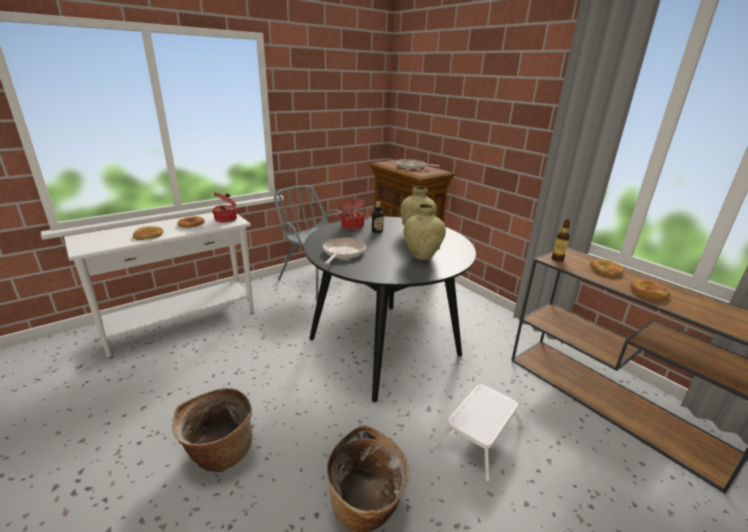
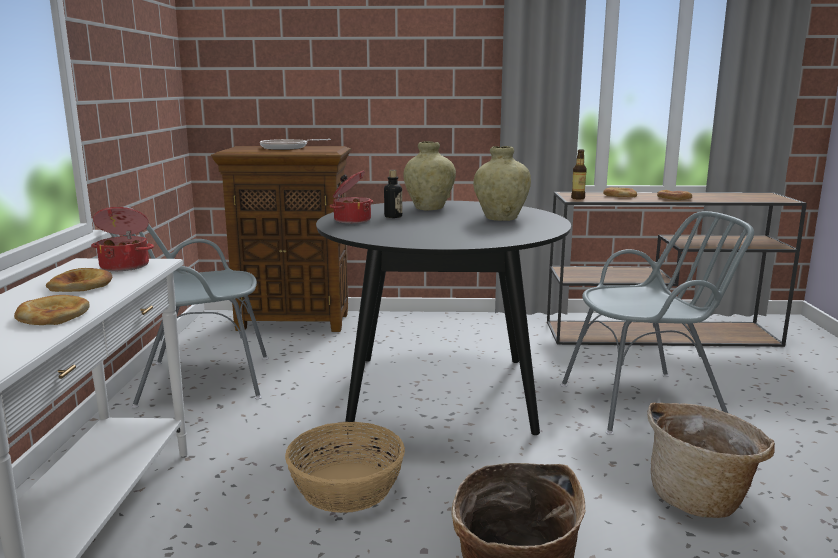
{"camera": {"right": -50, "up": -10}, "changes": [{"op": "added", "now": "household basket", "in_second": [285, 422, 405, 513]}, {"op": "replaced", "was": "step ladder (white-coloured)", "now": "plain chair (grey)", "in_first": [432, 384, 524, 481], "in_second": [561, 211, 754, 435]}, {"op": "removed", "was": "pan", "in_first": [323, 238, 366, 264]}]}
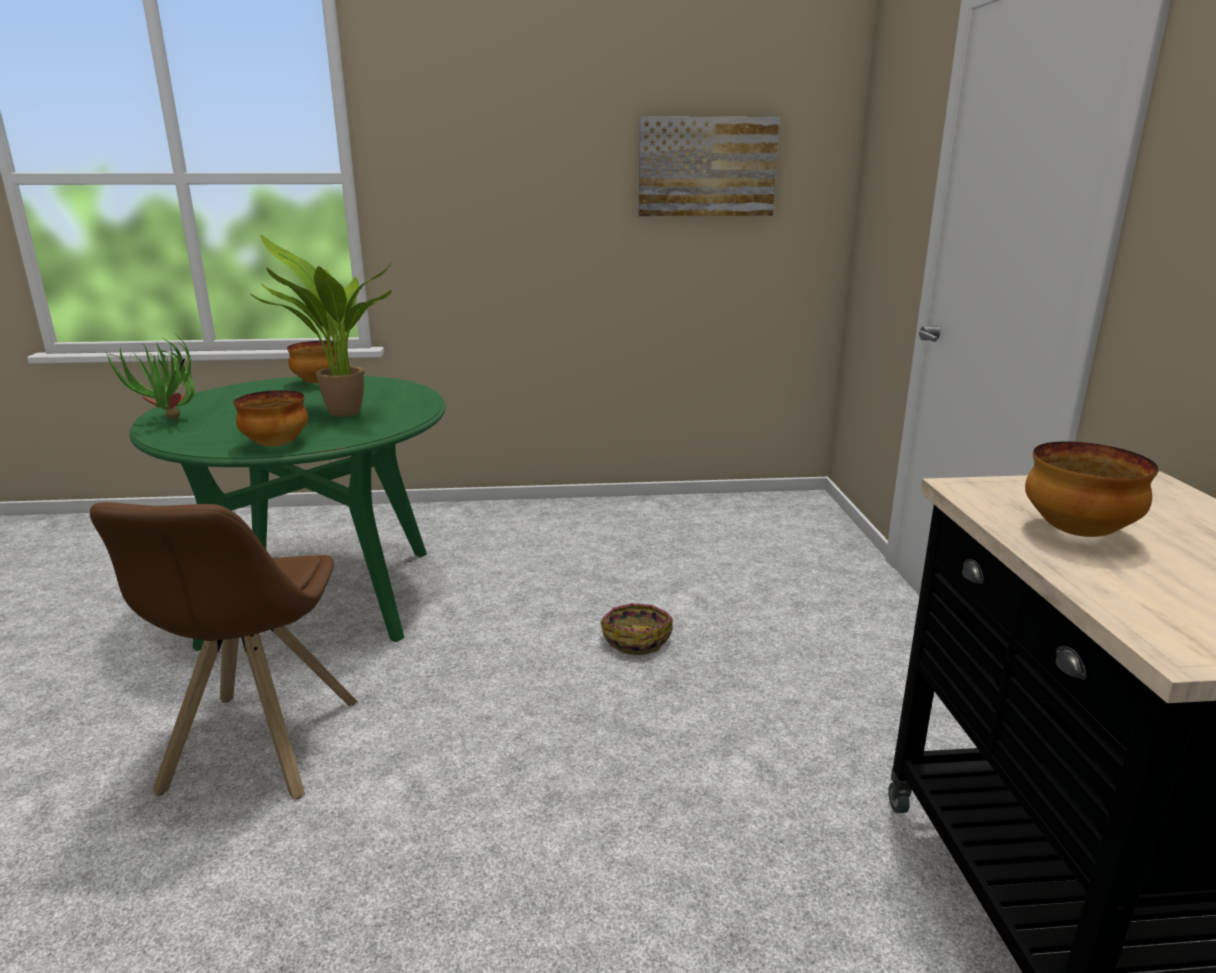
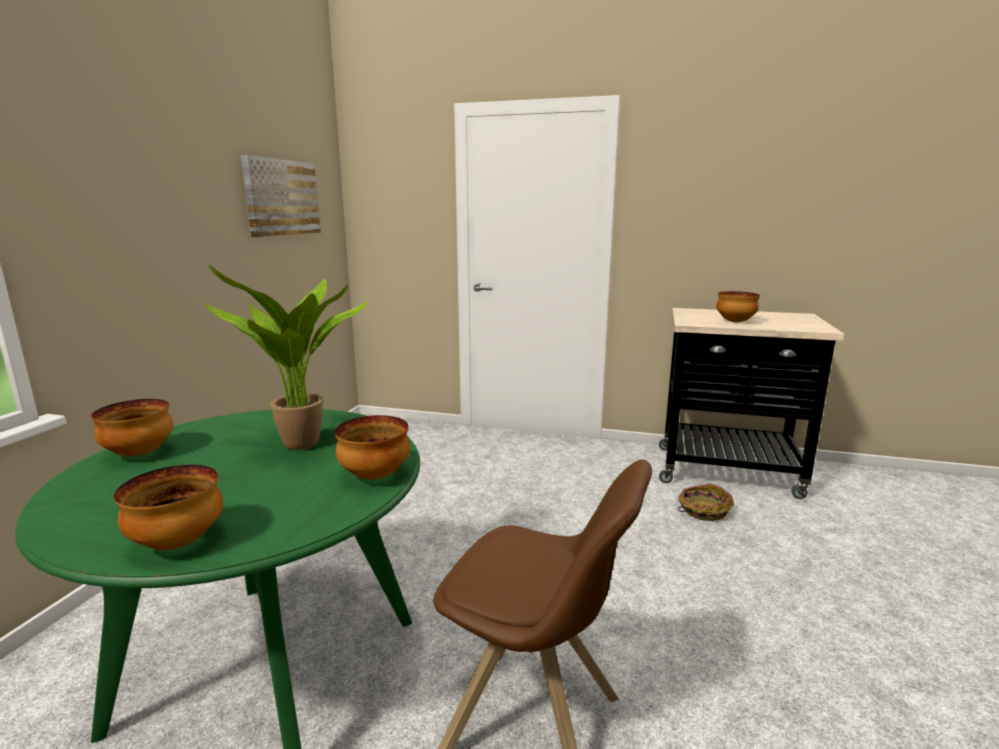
{"camera": {"right": -70, "up": -5}, "changes": [{"op": "replaced", "was": "houseplant", "now": "serving bowl", "in_first": [106, 339, 195, 419], "in_second": [114, 465, 223, 550]}, {"op": "moved", "was": "household basket", "in_first": [601, 603, 673, 655], "in_second": [678, 483, 734, 521]}]}
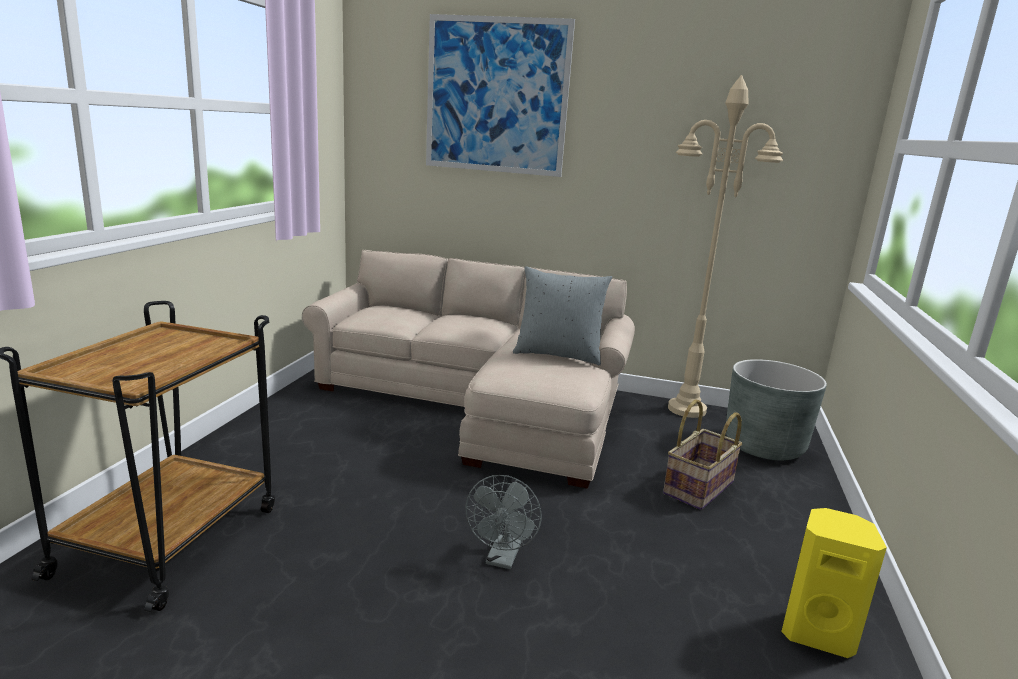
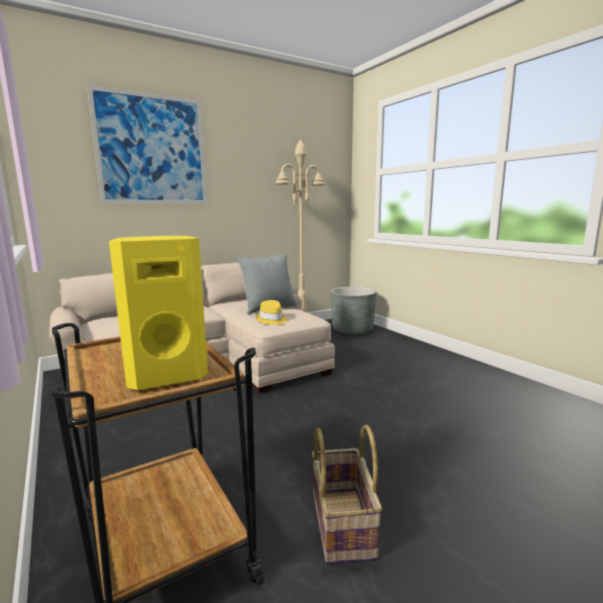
{"camera": {"right": -45, "up": -5}, "changes": [{"op": "moved", "was": "audio speaker (yellowish)", "in_first": [781, 508, 887, 658], "in_second": [109, 236, 208, 390]}, {"op": "added", "now": "clothing hat (yellowish)", "in_second": [256, 300, 287, 325]}, {"op": "moved", "was": "household basket", "in_first": [663, 399, 742, 510], "in_second": [312, 425, 383, 564]}, {"op": "removed", "was": "electric fan (grey)", "in_first": [466, 475, 542, 569]}]}
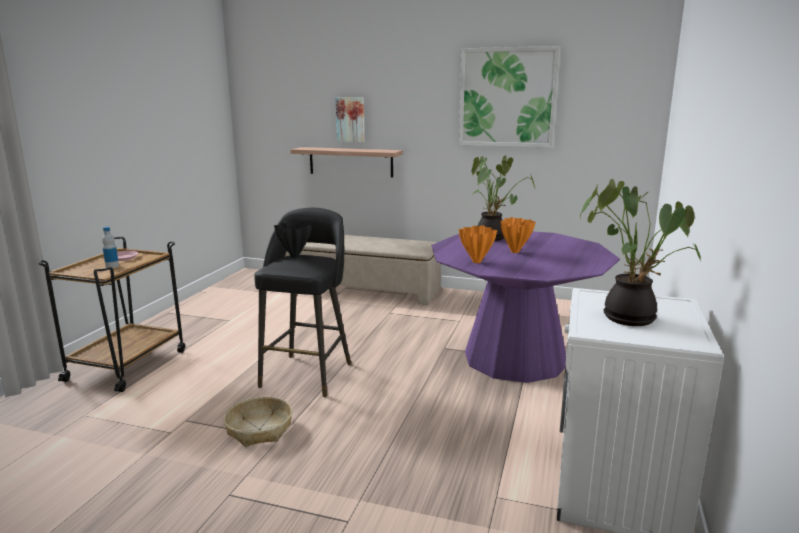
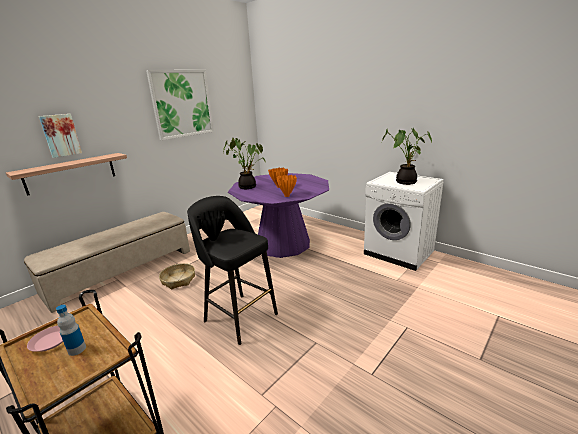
{"camera": {"right": -65, "up": 5}, "changes": [{"op": "moved", "was": "household basket", "in_first": [224, 397, 292, 447], "in_second": [159, 263, 195, 290]}]}
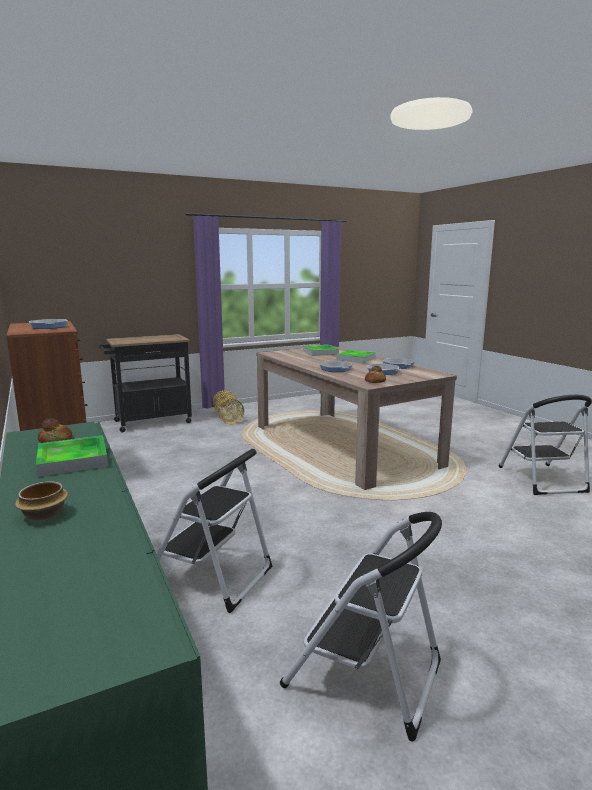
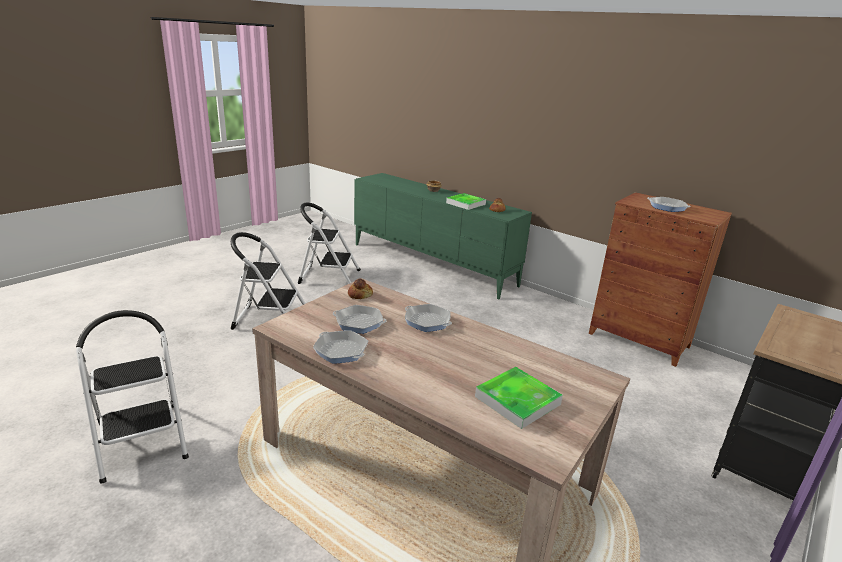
{"camera": {"right": 155, "up": 10}, "changes": [{"op": "moved", "was": "step ladder", "in_first": [157, 449, 272, 613], "in_second": [231, 232, 306, 330]}, {"op": "removed", "was": "household basket", "in_first": [213, 390, 244, 424]}, {"op": "removed", "was": "serving tray", "in_first": [336, 350, 376, 363]}]}
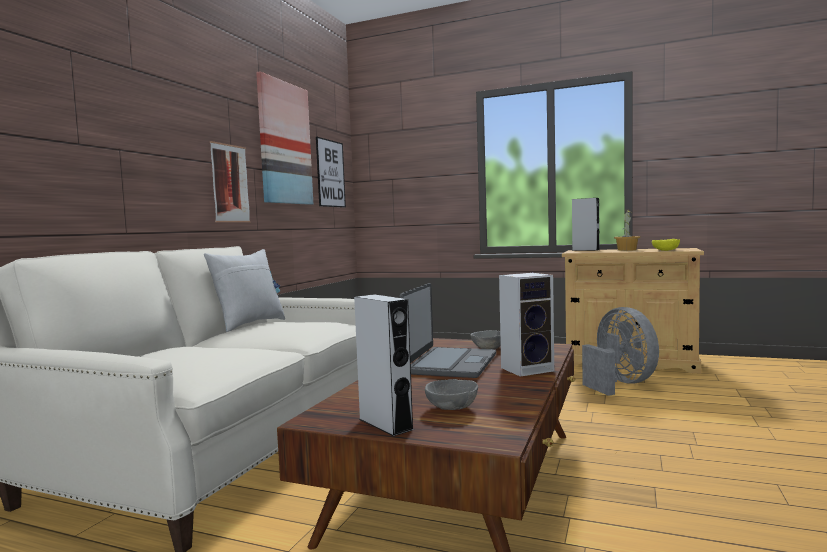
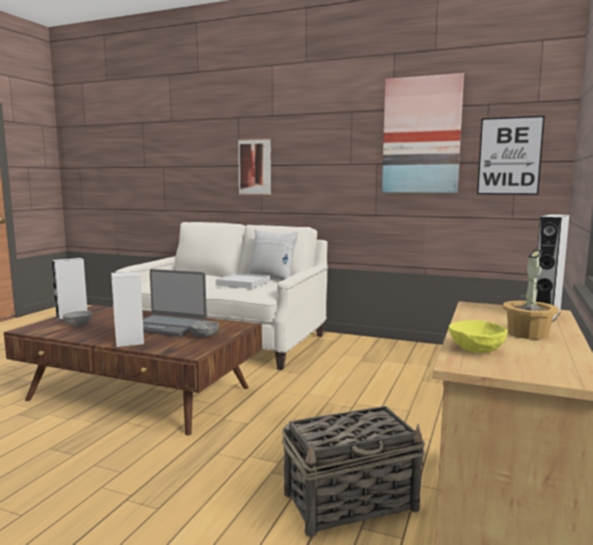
{"camera": {"right": 90, "up": 5}, "changes": [{"op": "added", "now": "serving tray (white-coloured)", "in_second": [216, 273, 270, 289]}, {"op": "moved", "was": "wall picture", "in_first": [210, 141, 250, 222], "in_second": [238, 138, 271, 195]}, {"op": "replaced", "was": "electric fan (grey)", "now": "household basket", "in_first": [582, 307, 659, 396], "in_second": [282, 406, 425, 537]}]}
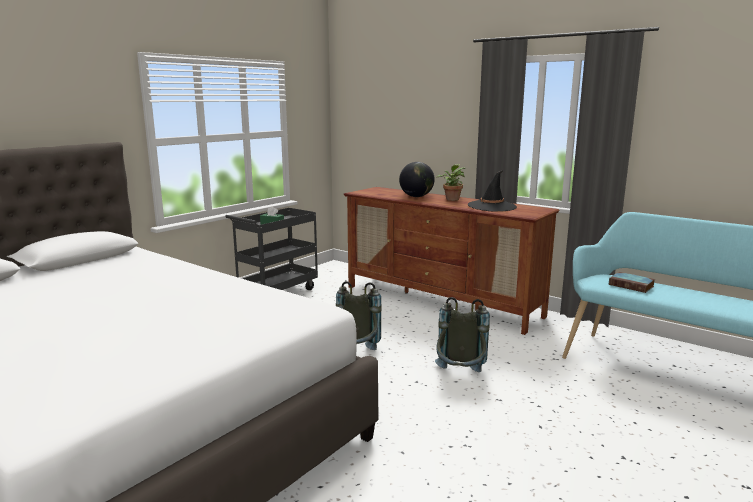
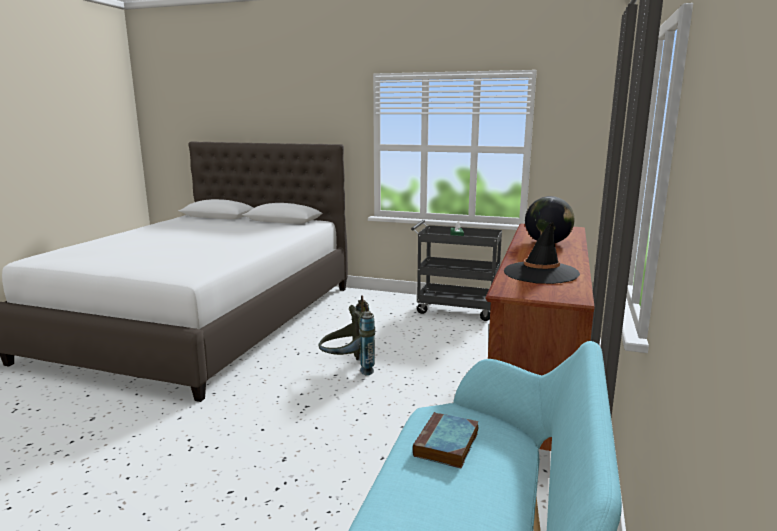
{"camera": {"right": 70, "up": 0}, "changes": [{"op": "removed", "was": "backpack (grey)", "in_first": [435, 297, 490, 372]}, {"op": "removed", "was": "houseplant", "in_first": [436, 164, 465, 201]}]}
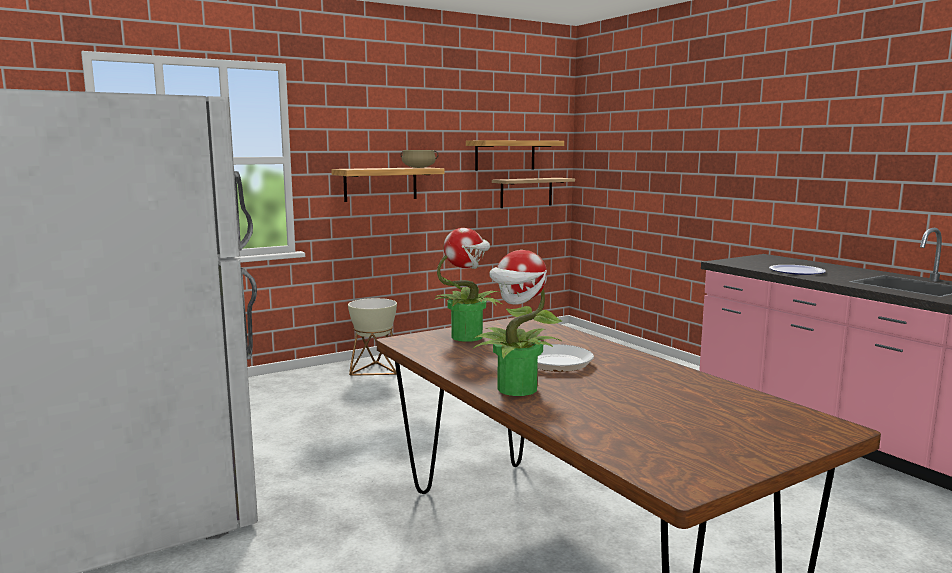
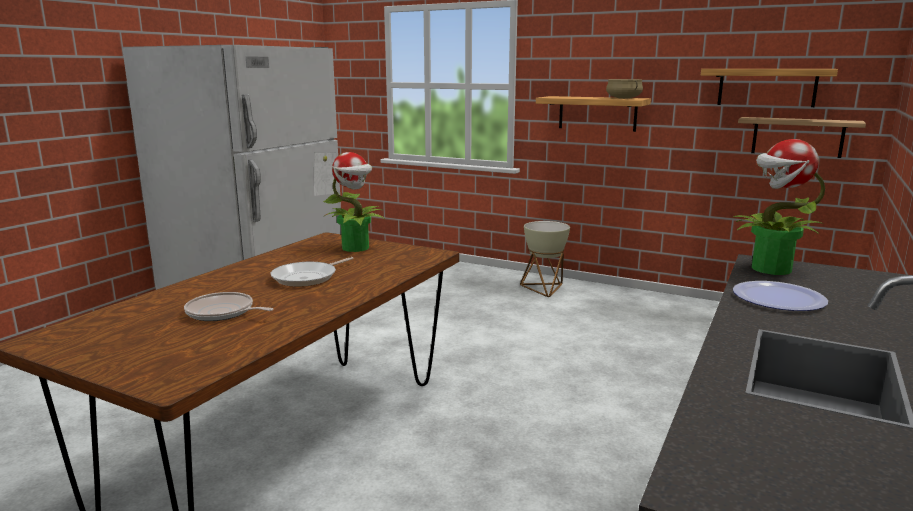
{"camera": {"right": 60, "up": 5}, "changes": [{"op": "added", "now": "pan", "in_second": [184, 292, 274, 321]}, {"op": "moved", "was": "houseplant", "in_first": [473, 250, 562, 396], "in_second": [733, 139, 825, 275]}]}
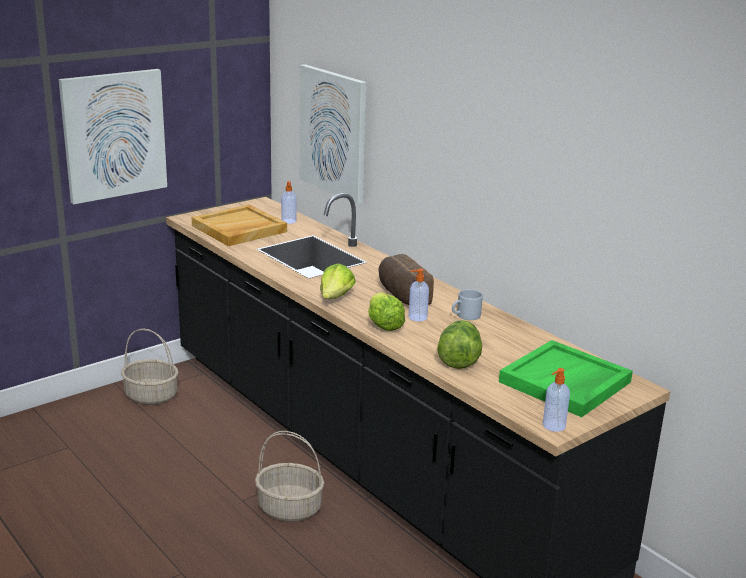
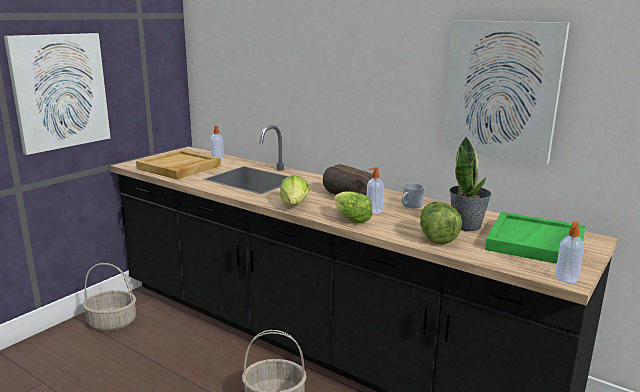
{"camera": {"right": -15, "up": -5}, "changes": [{"op": "moved", "was": "wall picture", "in_first": [300, 64, 367, 205], "in_second": [442, 20, 570, 164]}, {"op": "added", "now": "houseplant", "in_second": [449, 136, 491, 231]}]}
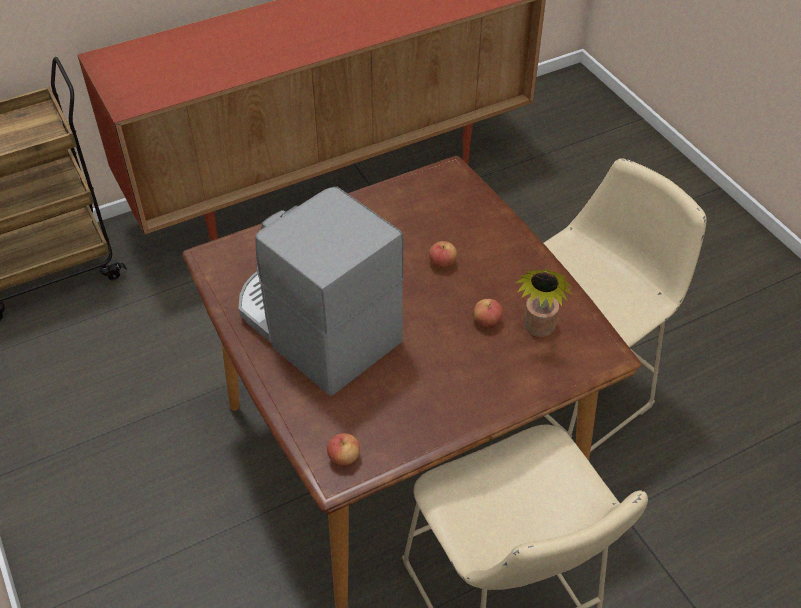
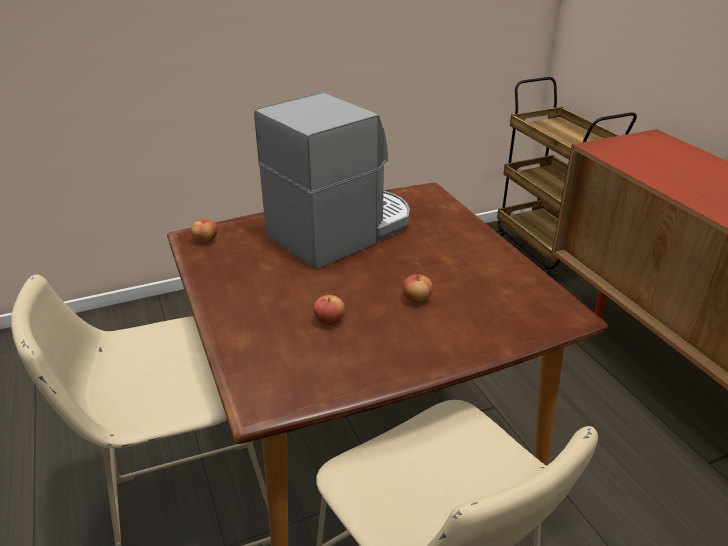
{"camera": {"right": 95, "up": -15}, "changes": [{"op": "removed", "was": "houseplant", "in_first": [516, 269, 572, 337]}]}
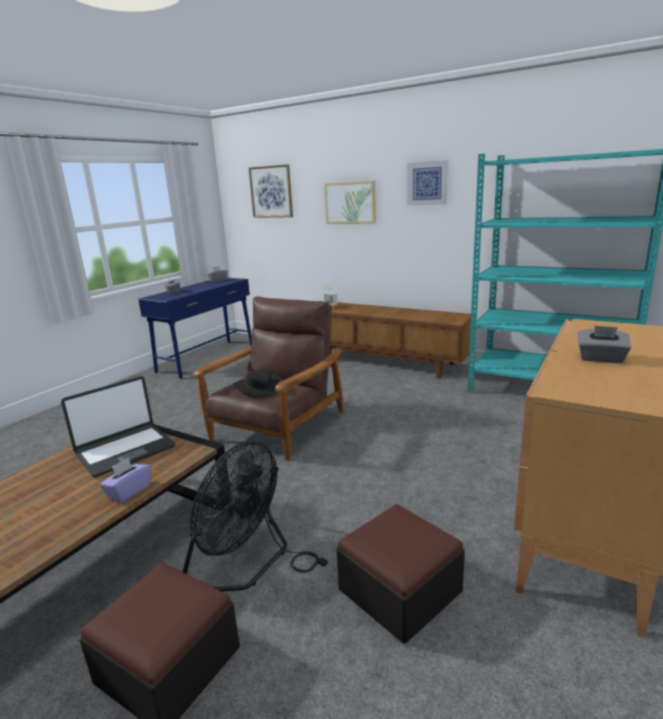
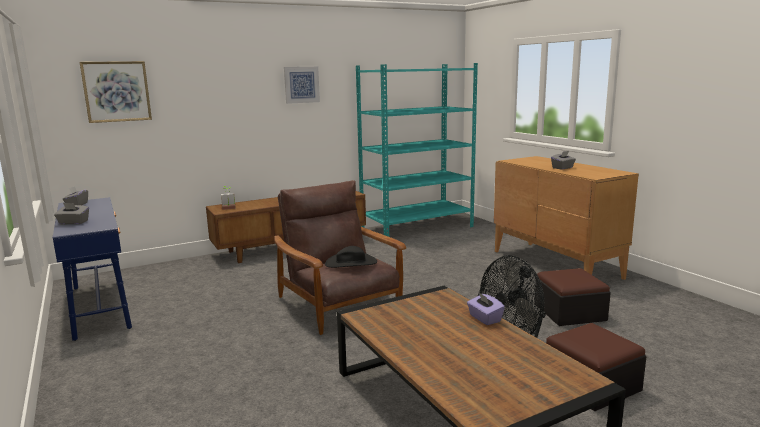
{"camera": {"right": -60, "up": -5}, "changes": [{"op": "removed", "was": "notebook computer", "in_first": [61, 376, 175, 477]}, {"op": "removed", "was": "wall picture", "in_first": [324, 180, 376, 224]}]}
